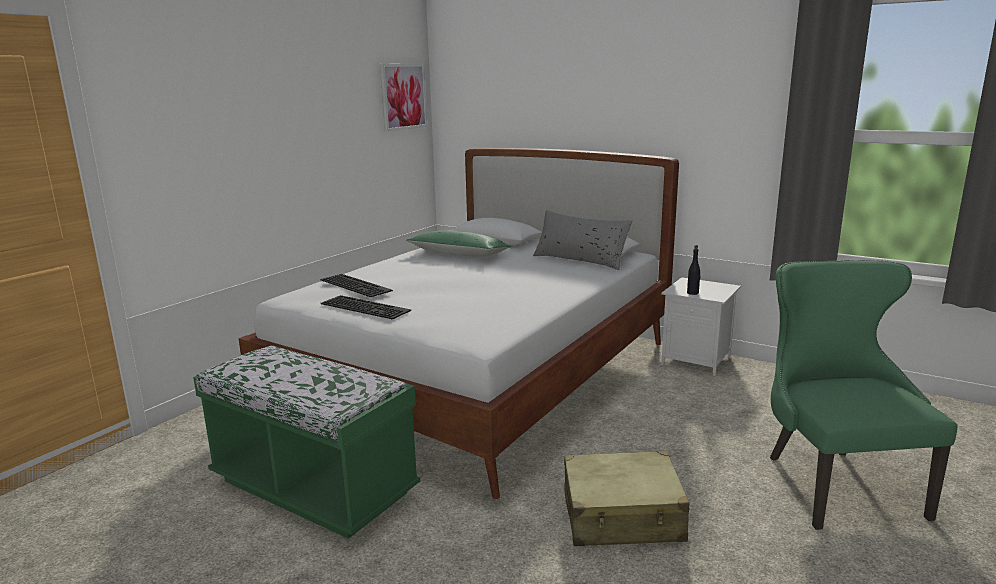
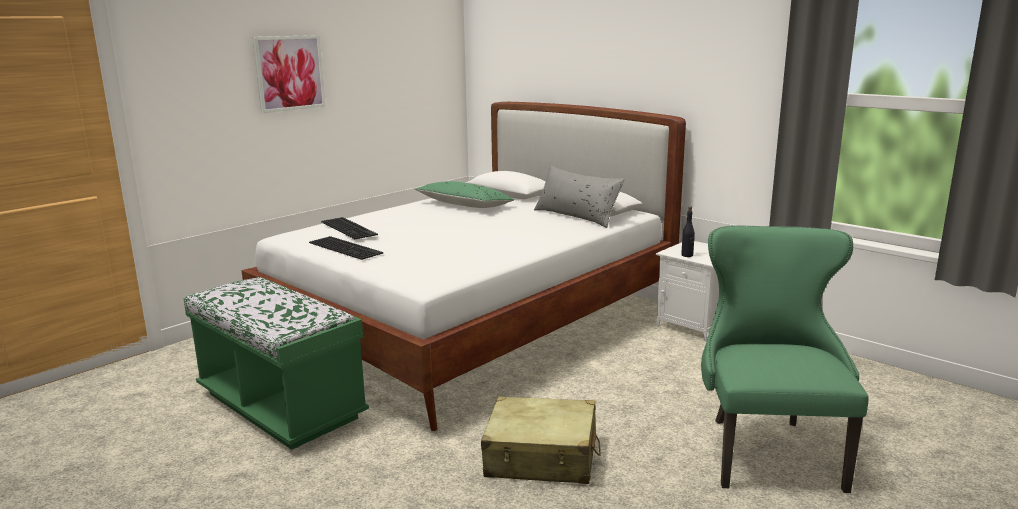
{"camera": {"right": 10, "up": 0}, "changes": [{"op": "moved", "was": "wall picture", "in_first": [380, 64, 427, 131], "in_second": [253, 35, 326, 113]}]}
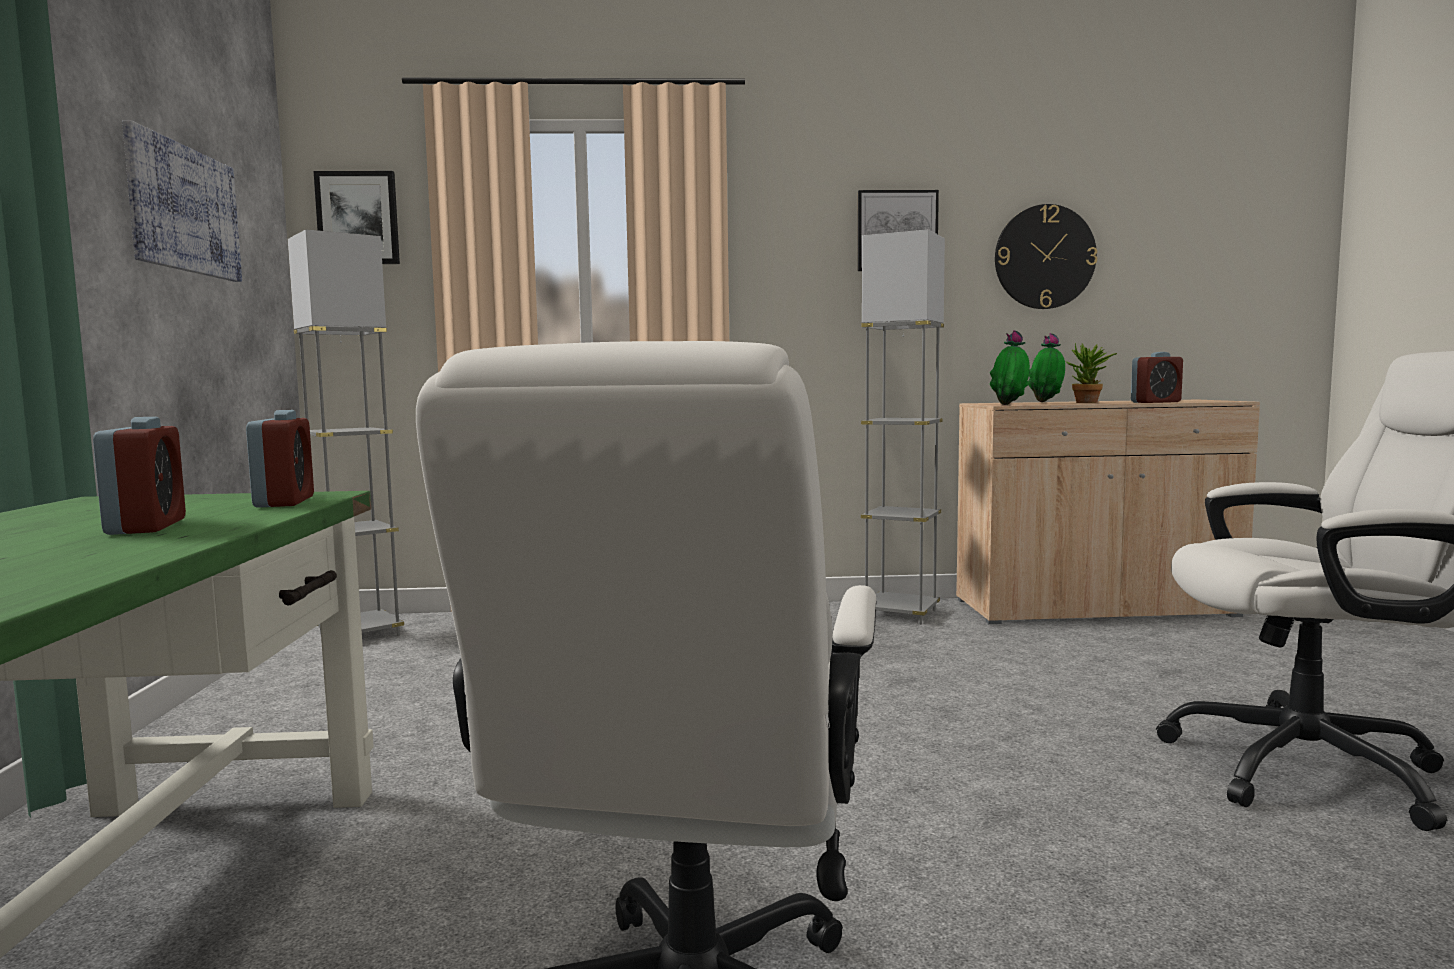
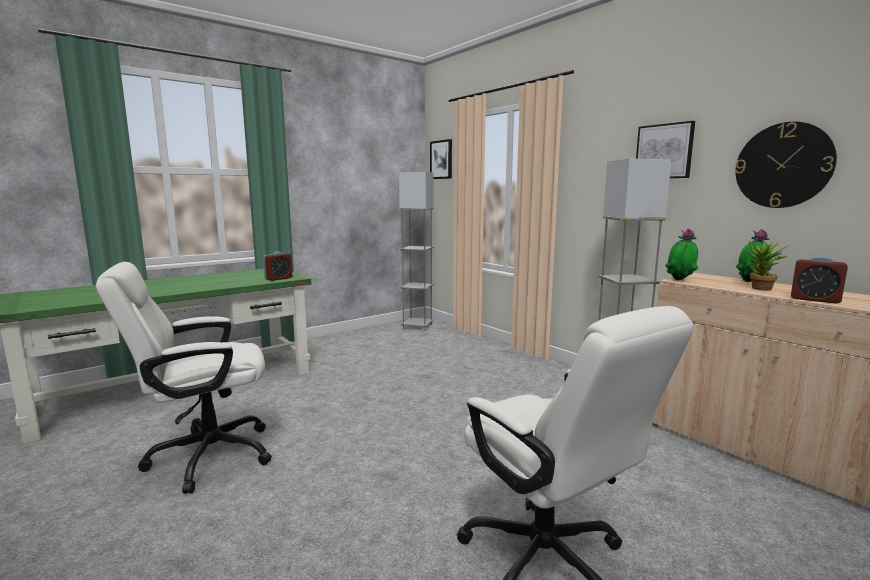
{"camera": {"right": 55, "up": 5}, "changes": [{"op": "removed", "was": "alarm clock", "in_first": [93, 417, 186, 535]}, {"op": "removed", "was": "wall picture", "in_first": [122, 120, 242, 282]}]}
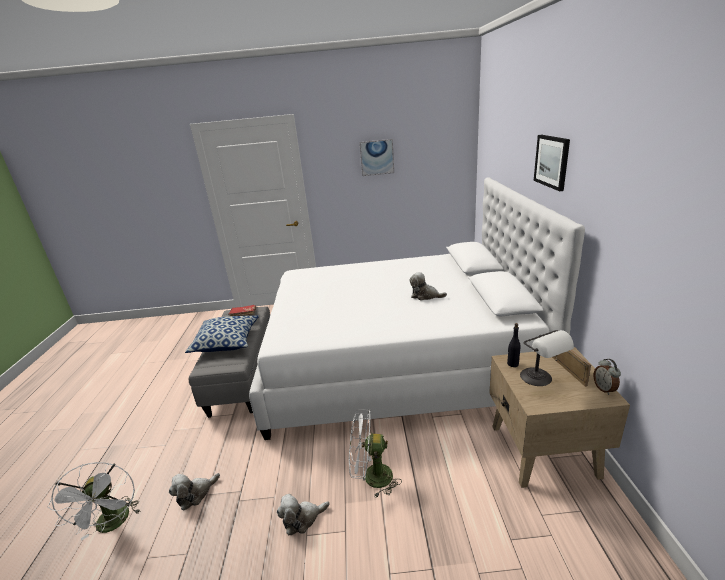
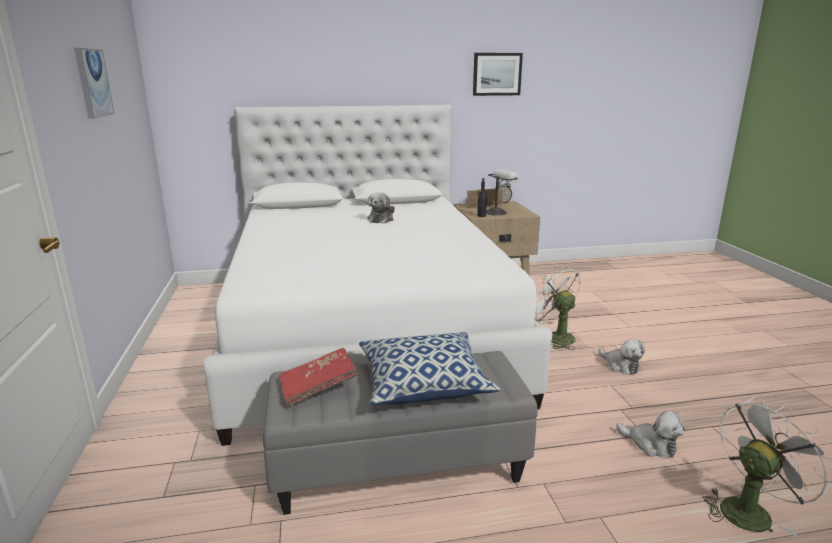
{"camera": {"right": -100, "up": -5}, "changes": [{"op": "moved", "was": "wall picture", "in_first": [534, 135, 570, 191], "in_second": [473, 53, 523, 96]}, {"op": "turned", "was": "electric fan (white-coloured)", "in_first": [349, 409, 402, 498], "in_second": [535, 266, 580, 350], "clockwise": 150}]}
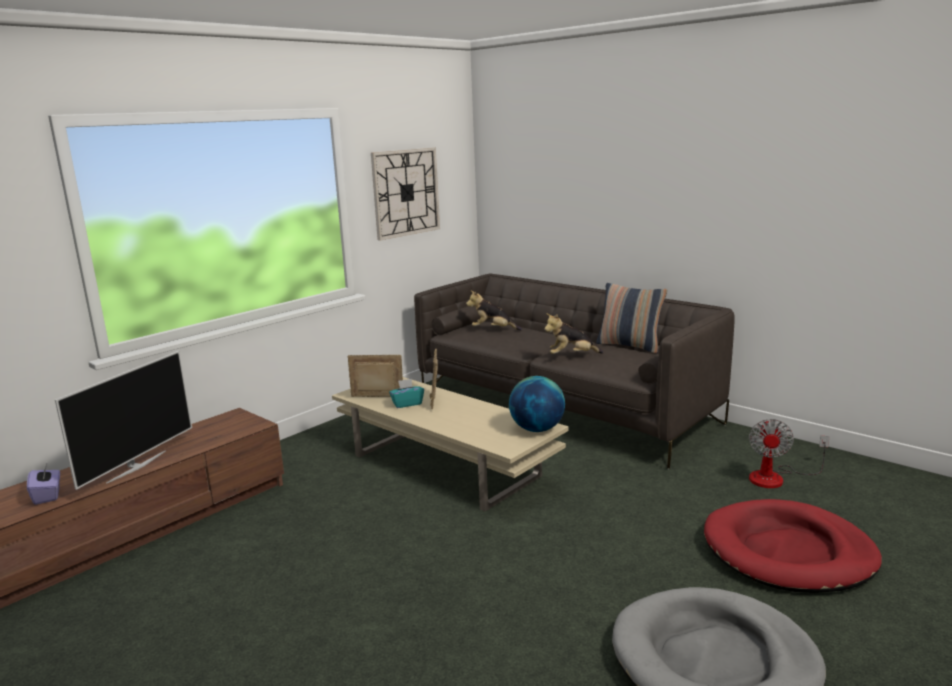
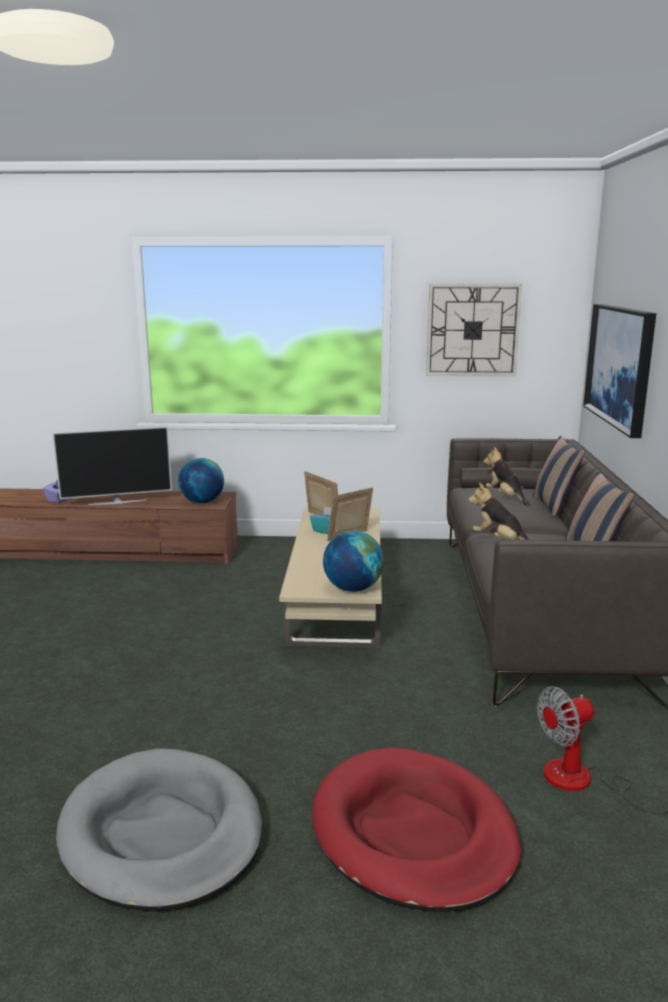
{"camera": {"right": 50, "up": 0}, "changes": [{"op": "added", "now": "globe", "in_second": [178, 458, 224, 503]}, {"op": "added", "now": "throw pillow", "in_second": [533, 436, 585, 517]}, {"op": "added", "now": "wall picture", "in_second": [583, 304, 656, 438]}]}
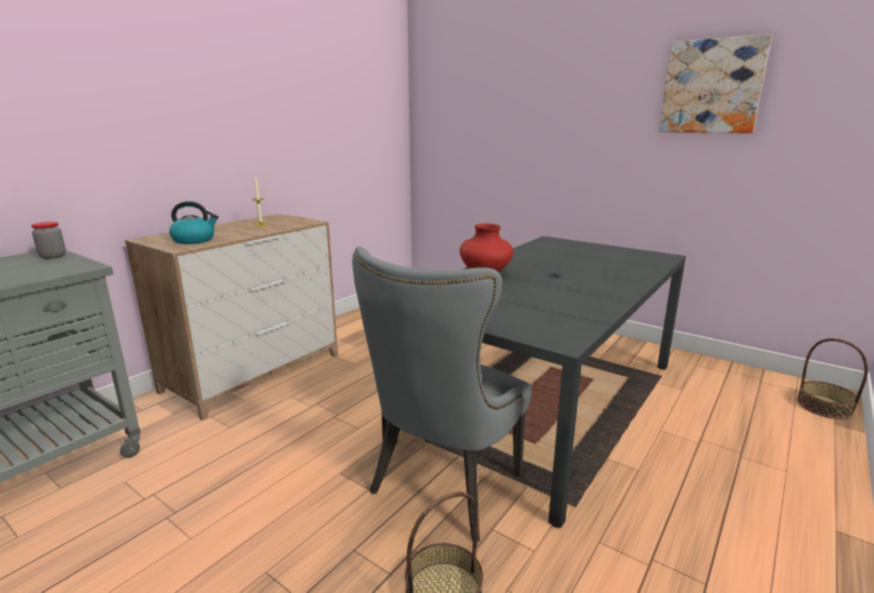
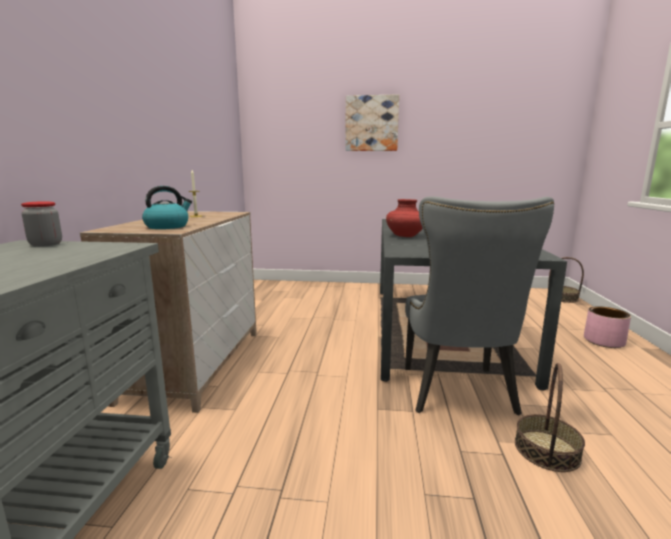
{"camera": {"right": -30, "up": -5}, "changes": [{"op": "moved", "was": "wall picture", "in_first": [659, 34, 772, 133], "in_second": [345, 95, 399, 151]}, {"op": "added", "now": "planter (pink-coloured)", "in_second": [584, 306, 631, 348]}]}
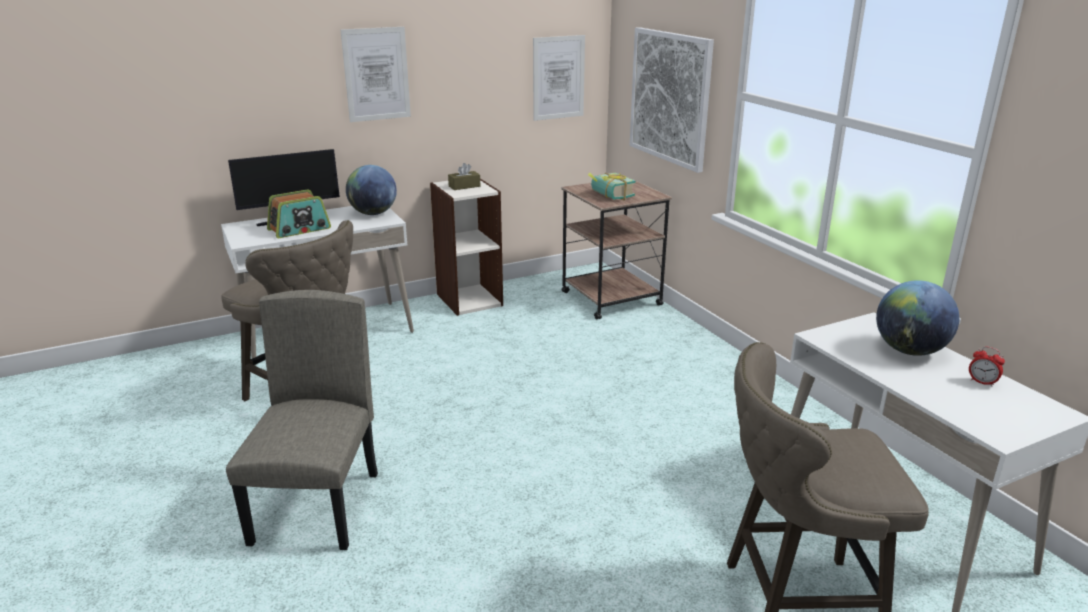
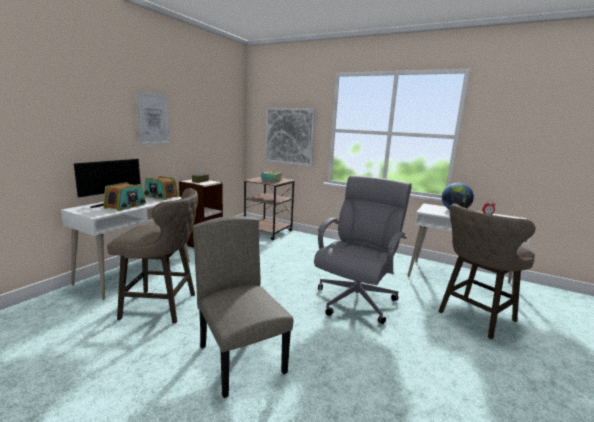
{"camera": {"right": -35, "up": -10}, "changes": [{"op": "replaced", "was": "globe", "now": "radio", "in_first": [346, 165, 397, 215], "in_second": [144, 176, 179, 200]}, {"op": "added", "now": "office chair (grey)", "in_second": [314, 175, 412, 324]}, {"op": "removed", "was": "wall picture", "in_first": [533, 35, 585, 121]}]}
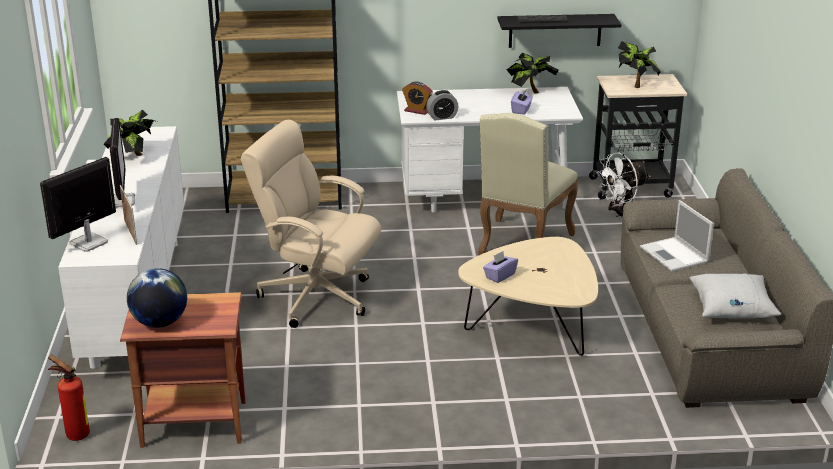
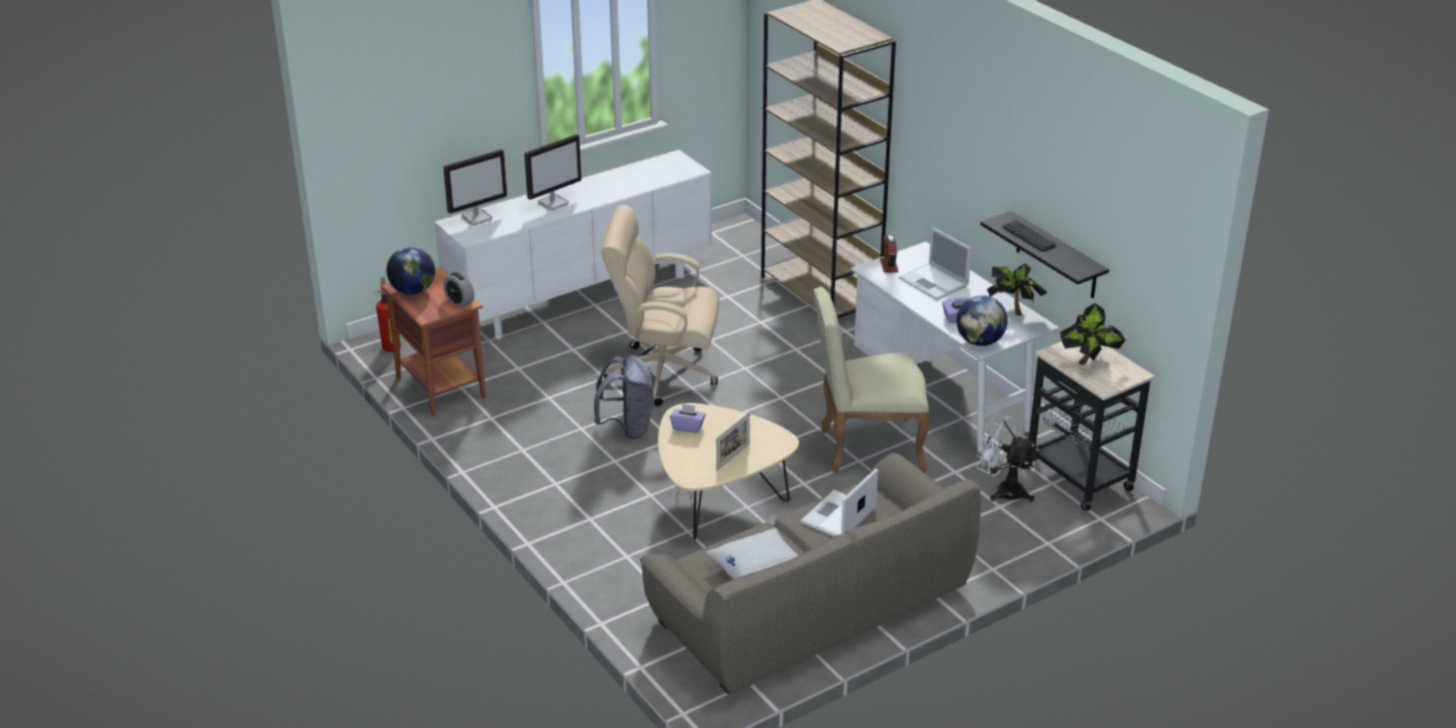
{"camera": {"right": 60, "up": 5}, "changes": [{"op": "turned", "was": "computer display", "in_first": [40, 157, 116, 252], "in_second": [443, 149, 507, 225], "clockwise": 135}, {"op": "moved", "was": "alarm clock", "in_first": [426, 90, 458, 121], "in_second": [443, 272, 474, 307]}, {"op": "added", "now": "backpack (grey)", "in_second": [594, 355, 653, 439]}, {"op": "turned", "was": "office chair (sand-coloured)", "in_first": [241, 120, 381, 328], "in_second": [601, 205, 719, 406], "clockwise": -75}, {"op": "moved", "was": "picture frame", "in_first": [120, 185, 137, 245], "in_second": [716, 412, 750, 471]}, {"op": "added", "now": "notebook computer", "in_second": [899, 227, 972, 300]}, {"op": "added", "now": "globe", "in_second": [956, 295, 1008, 346]}, {"op": "removed", "was": "houseplant", "in_first": [104, 110, 157, 156]}]}
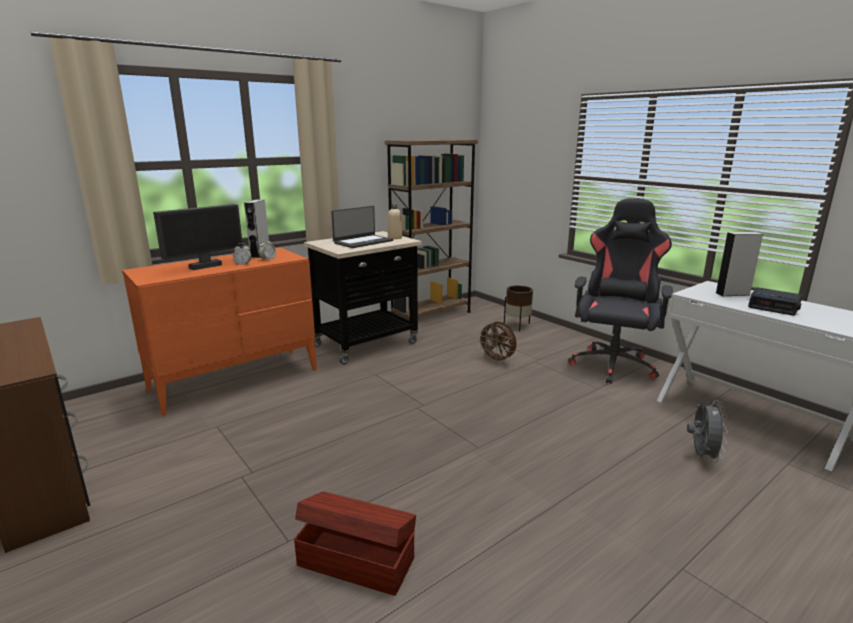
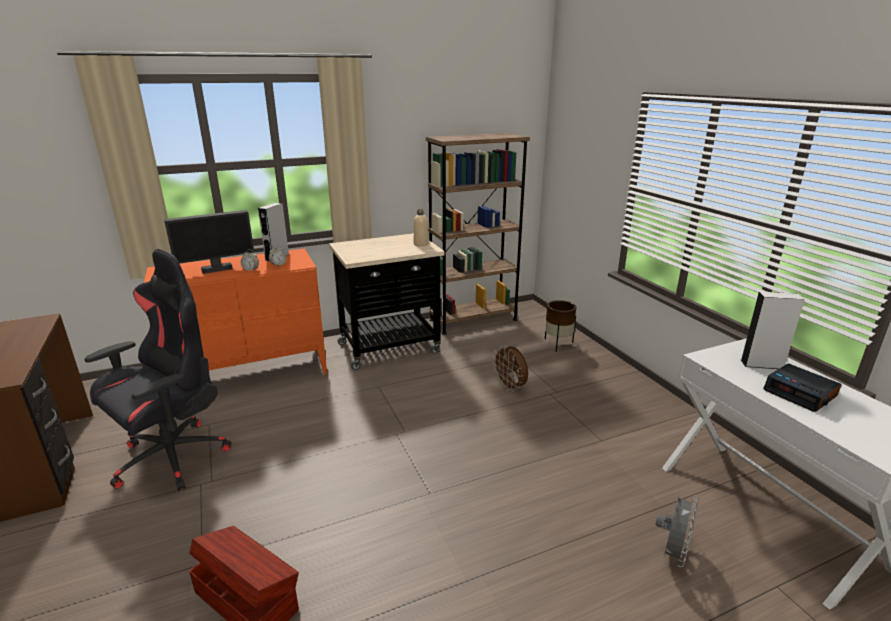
{"camera": {"right": 15, "up": 5}, "changes": [{"op": "moved", "was": "office chair (black)", "in_first": [568, 198, 673, 384], "in_second": [85, 249, 231, 491]}, {"op": "removed", "was": "notebook computer", "in_first": [331, 206, 393, 248]}]}
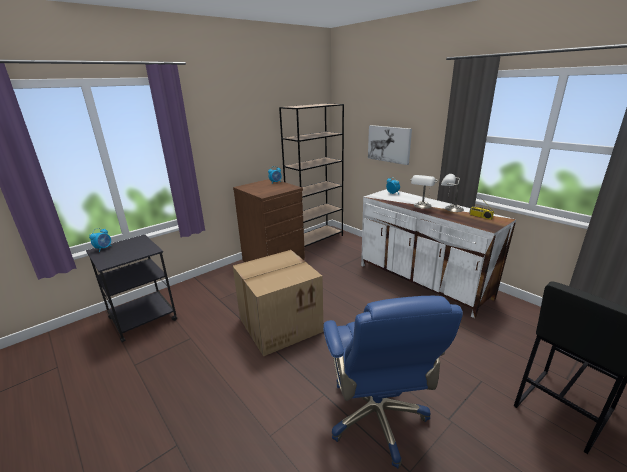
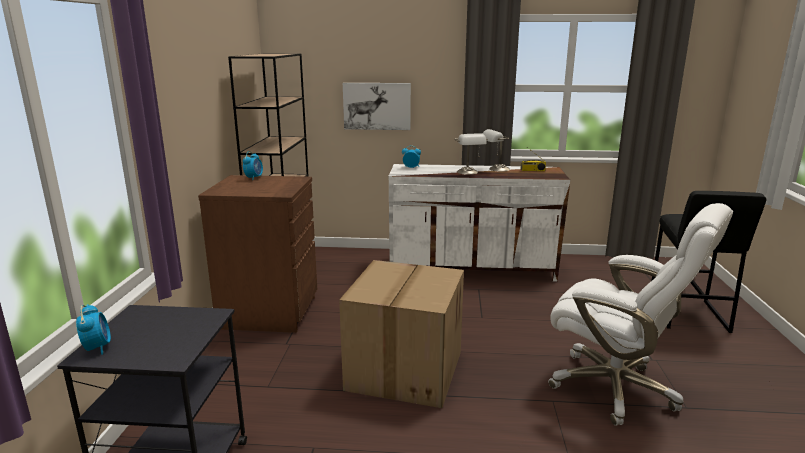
{"camera": {"right": -45, "up": -5}, "changes": [{"op": "recoloured", "was": "office chair (bluish)", "now": "office chair (white-coloured)", "in_first": [323, 296, 463, 469], "in_second": [548, 203, 733, 426]}]}
